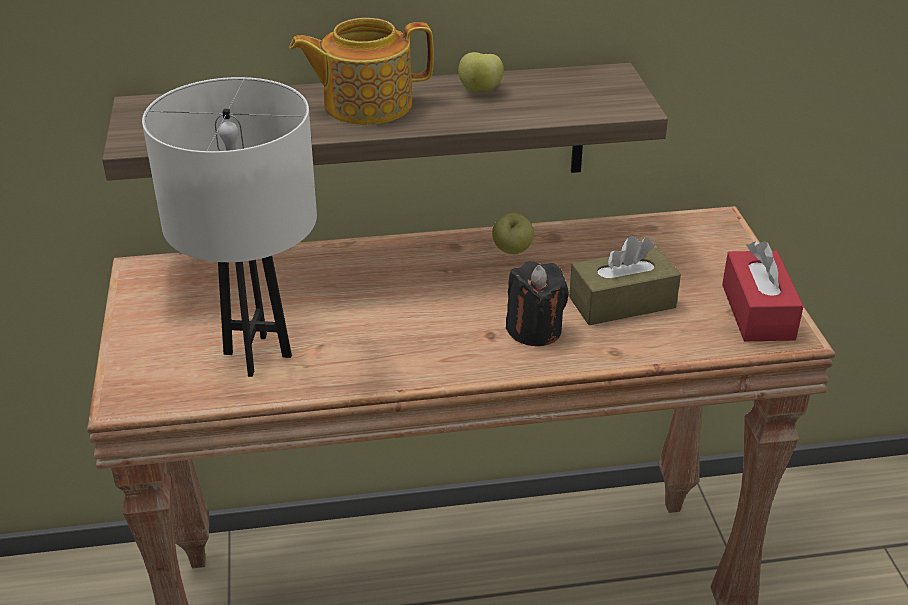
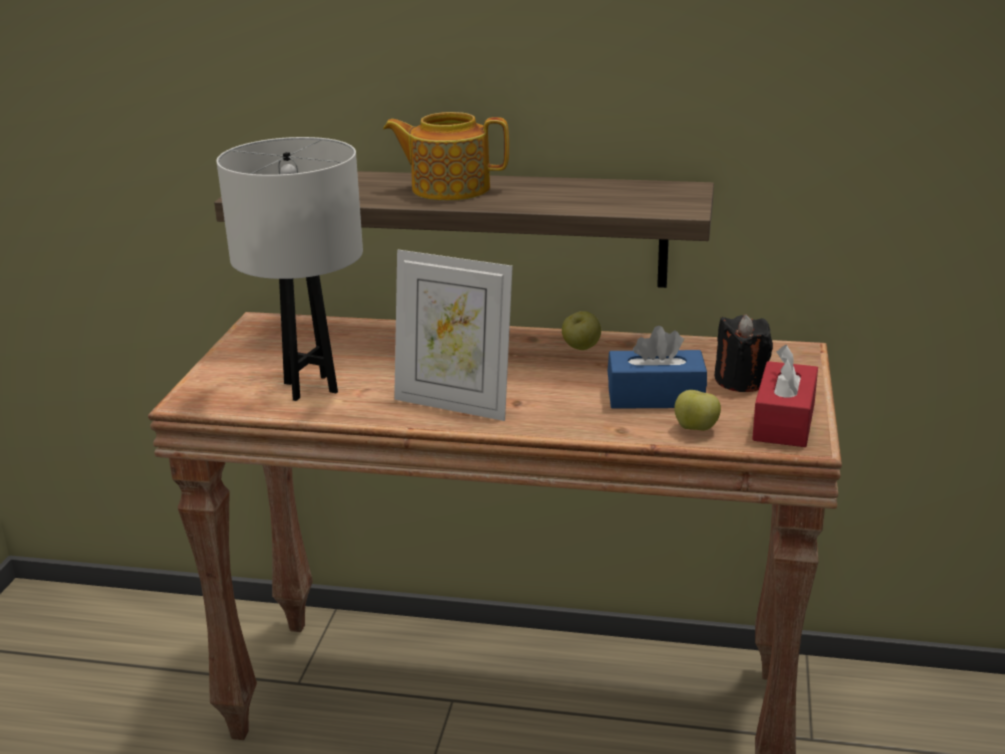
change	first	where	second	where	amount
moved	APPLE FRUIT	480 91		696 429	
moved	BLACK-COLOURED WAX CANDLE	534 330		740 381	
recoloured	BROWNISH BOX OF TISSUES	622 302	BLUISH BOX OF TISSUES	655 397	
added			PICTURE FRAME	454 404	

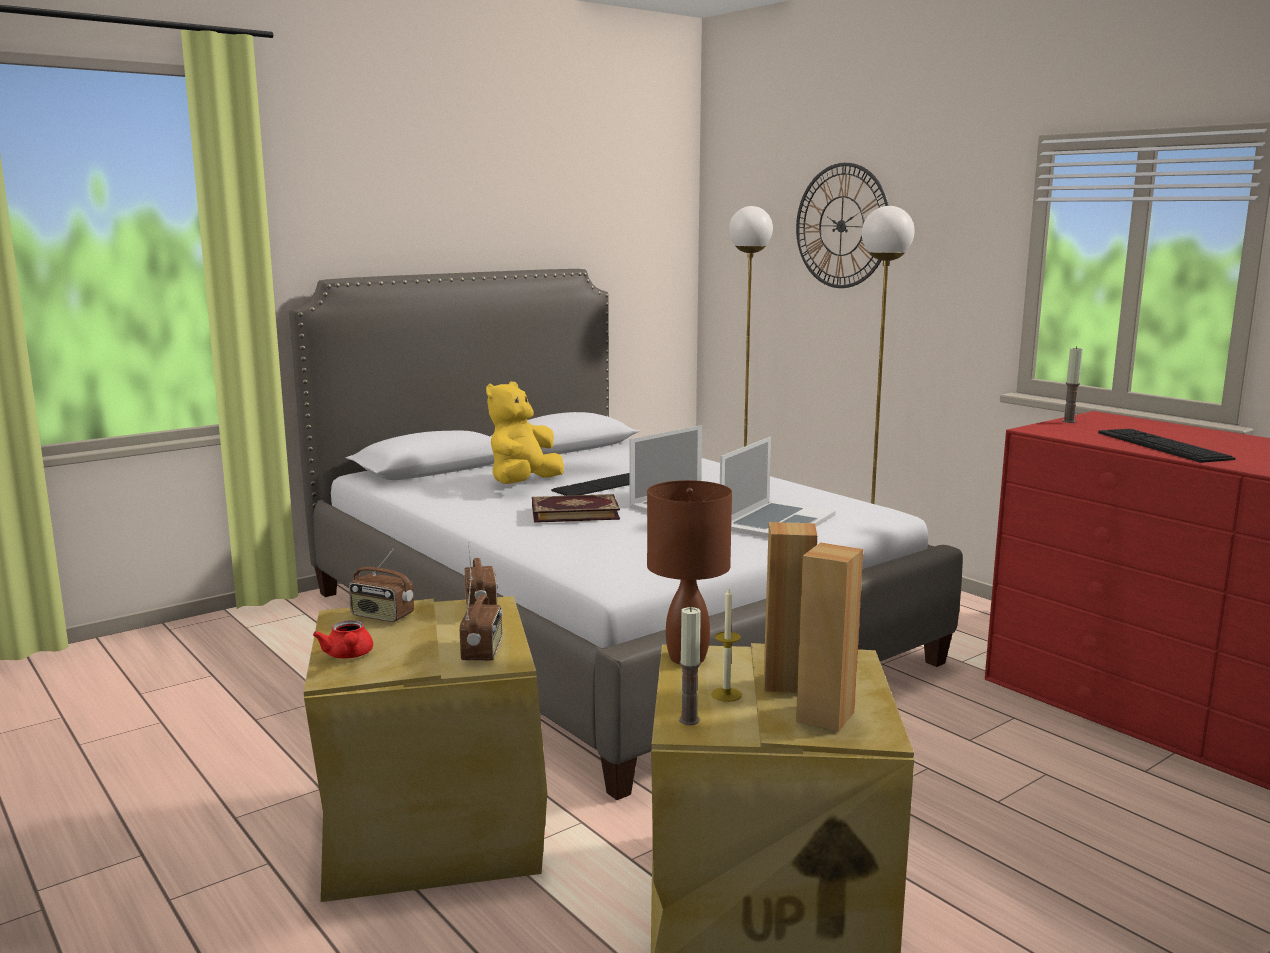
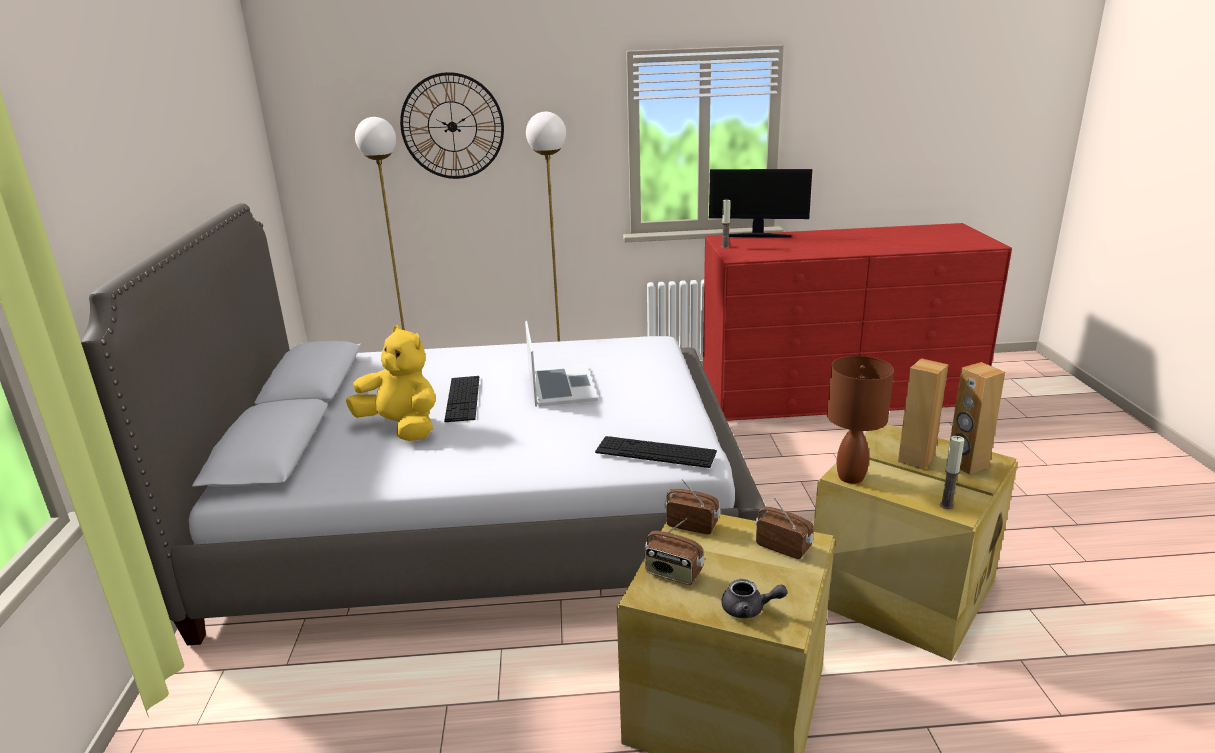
change	first	where	second	where	amount
recoloured	RED TEA POT	348 655	GRAY TEA POT	749 609	
turned	RADIO SET	382 616		673 574	60 degrees clockwise
turned	YELLOW-COLOURED CUDDLY TOY	523 484		402 428	150 degrees clockwise
removed	BOOK	574 512			
removed	WAX CANDLE	726 694			
removed	PORTABLE COMPUTER	776 521			
moved	PC KEYBOARD	1162 445		655 452	
added			COMPUTER SCREEN	757 236	

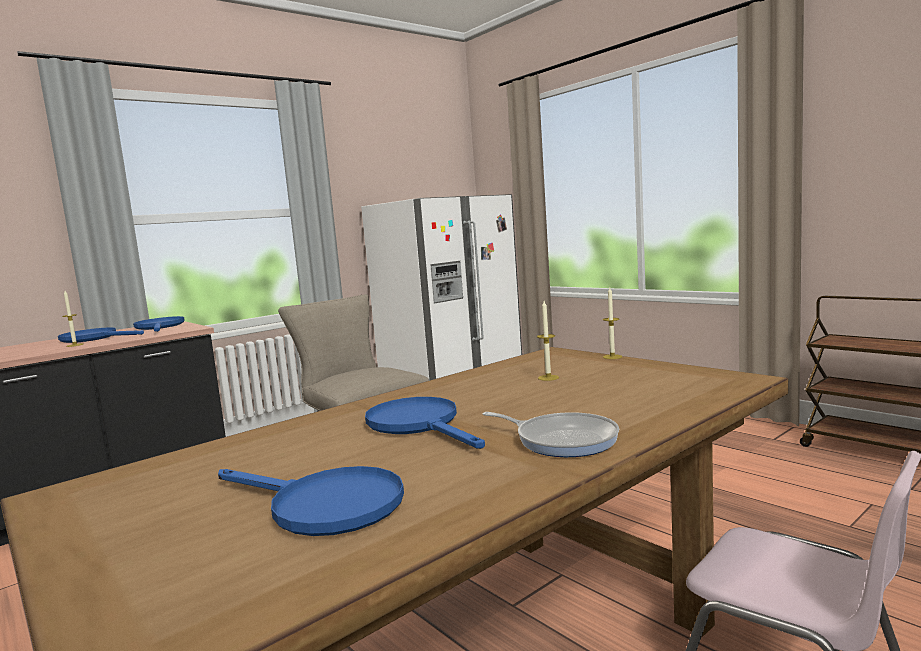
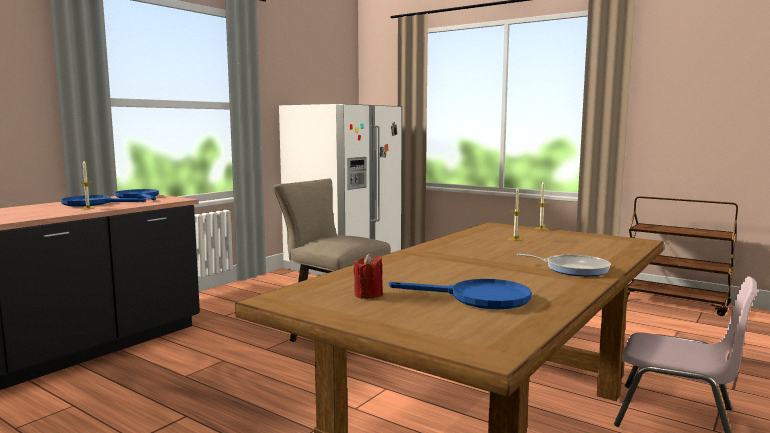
change	first	where	second	where	amount
removed	BLUISH PAN	419 425			
added			RED WAX CANDLE	368 295	

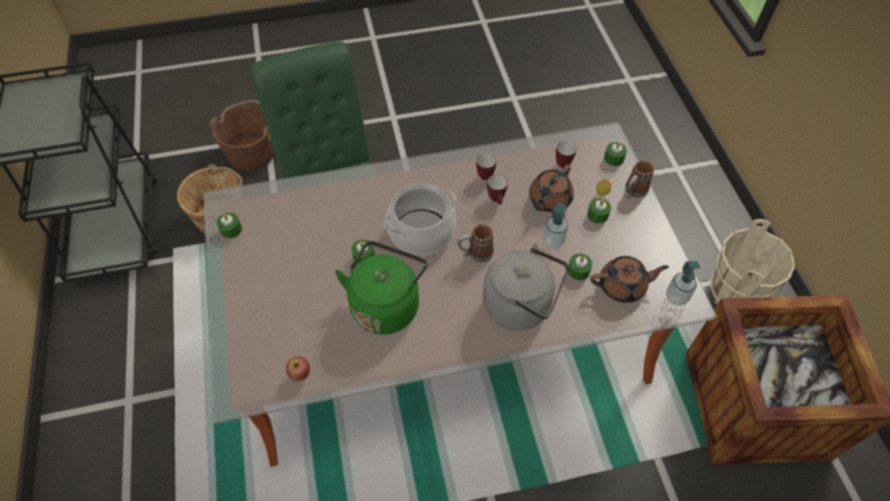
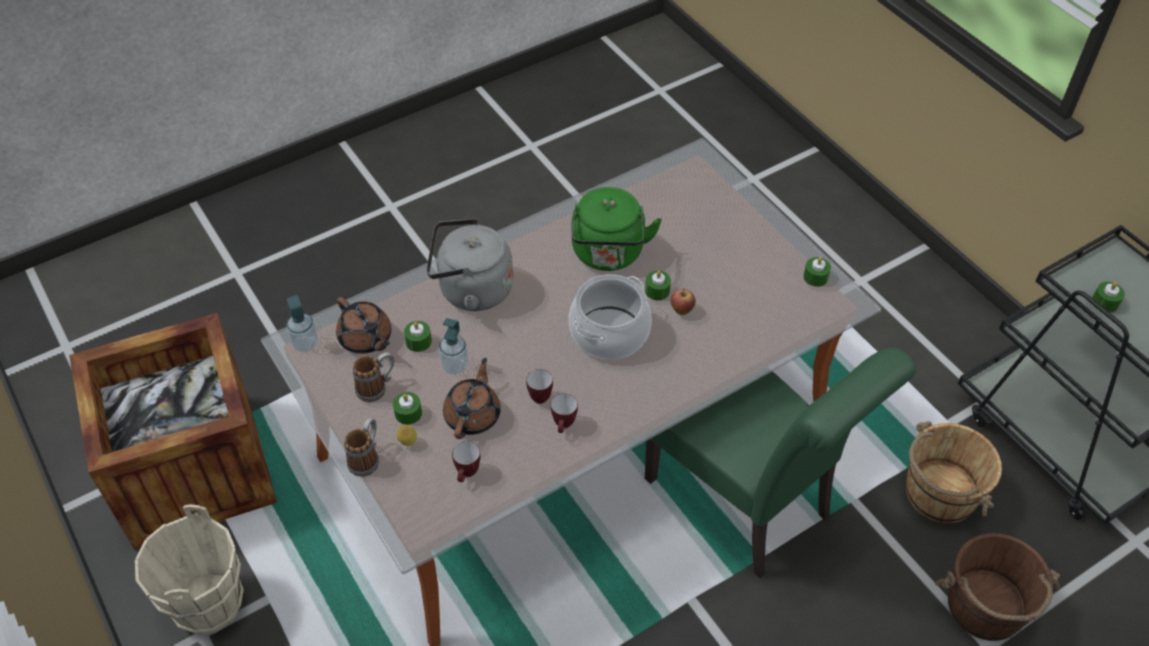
change	first	where	second	where	amount
moved	APPLE FRUIT	300 375		681 310	
moved	MUG	475 253		377 387	
turned	BROWNISH TEA POT	623 286		366 339	105 degrees counterclockwise
moved	GREENISH WAX CANDLE	614 158		1105 302	

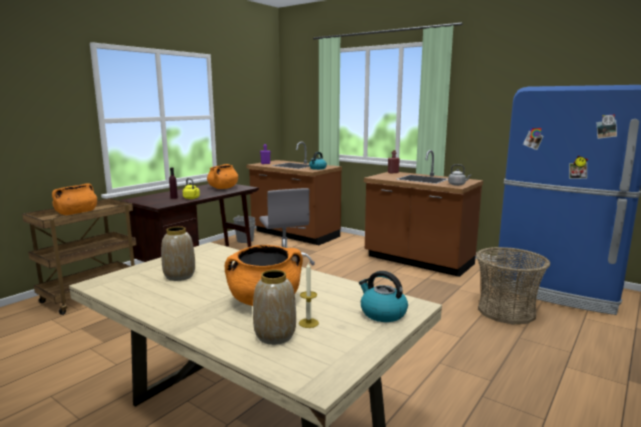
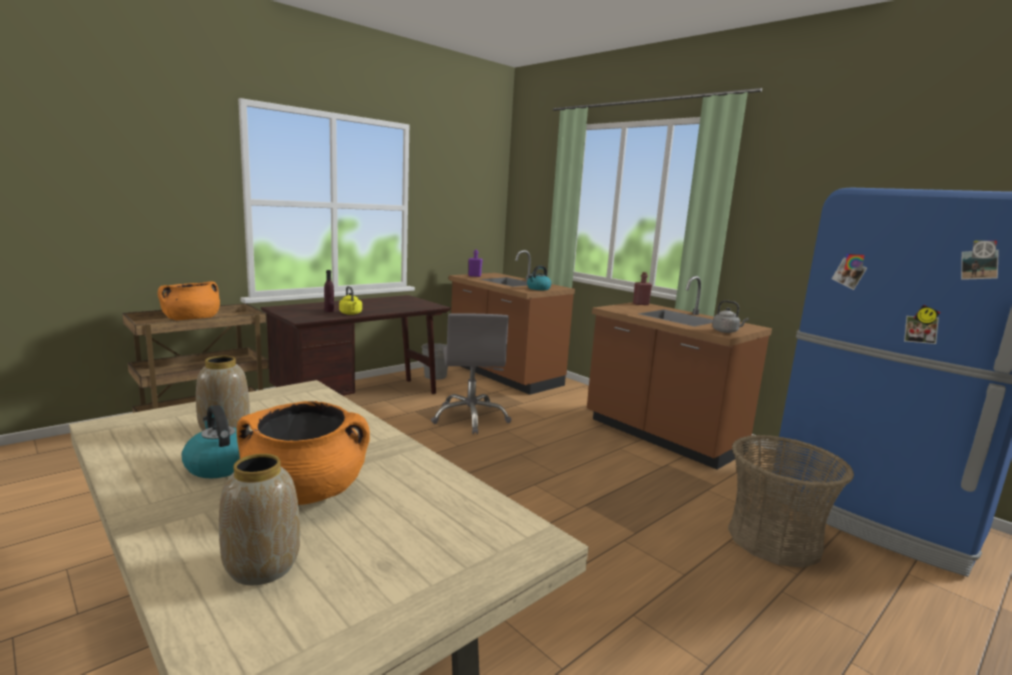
change	first	where	second	where	amount
removed	ORANGE-COLOURED COOKING POT	223 188			
removed	WAX CANDLE	308 323			
moved	KETTLE	382 313		219 465	

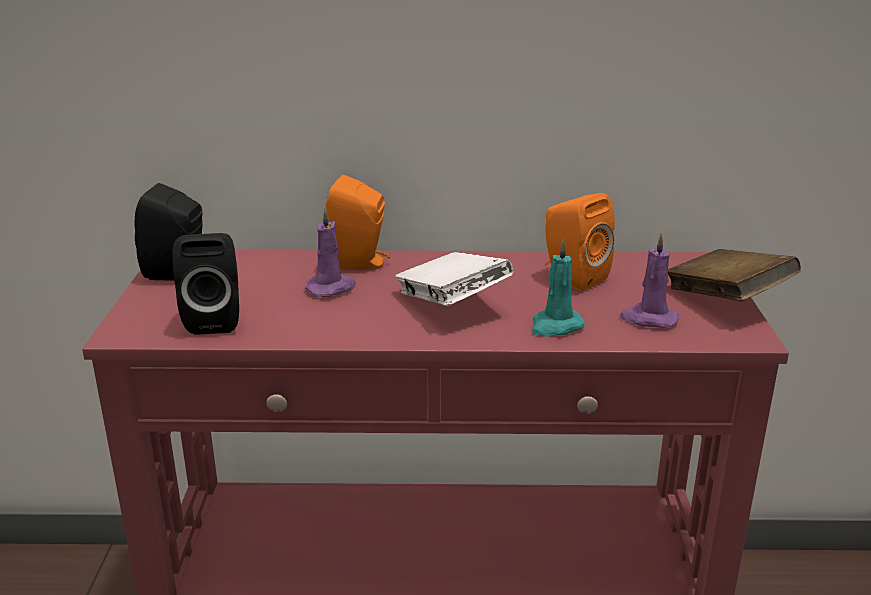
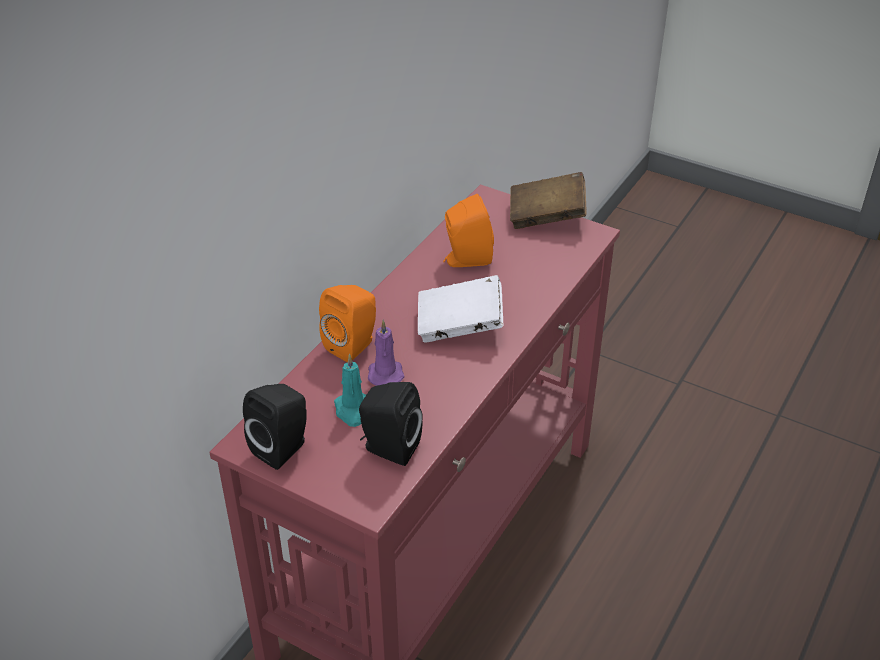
change	first	where	second	where	amount
moved	TURQUOISE-COLOURED WAX CANDLE	555 326		353 410	
removed	PURPLE-COLOURED WAX CANDLE	648 319			

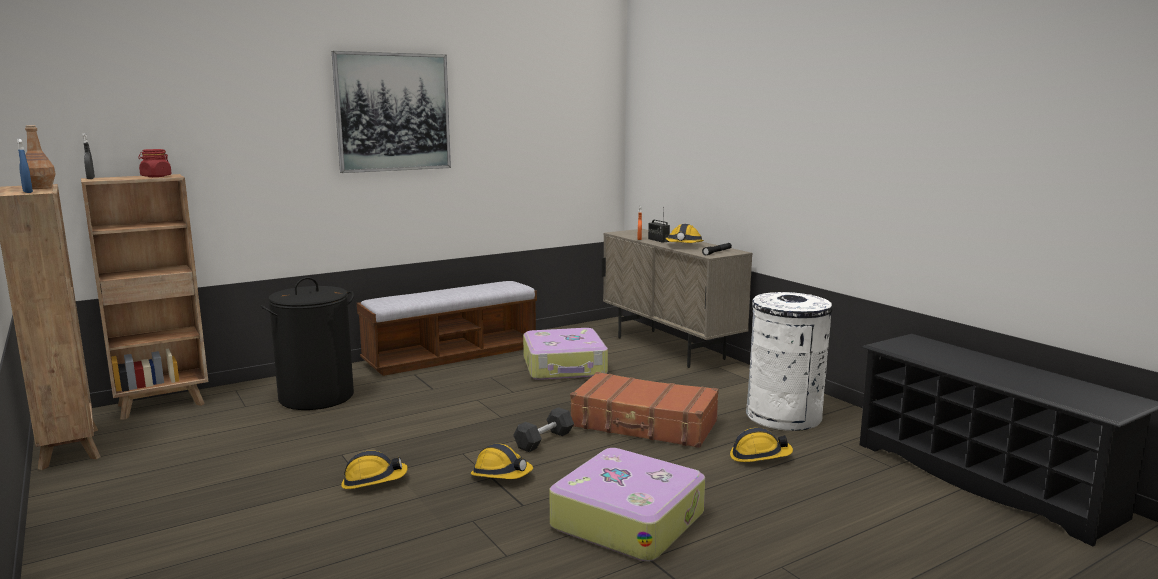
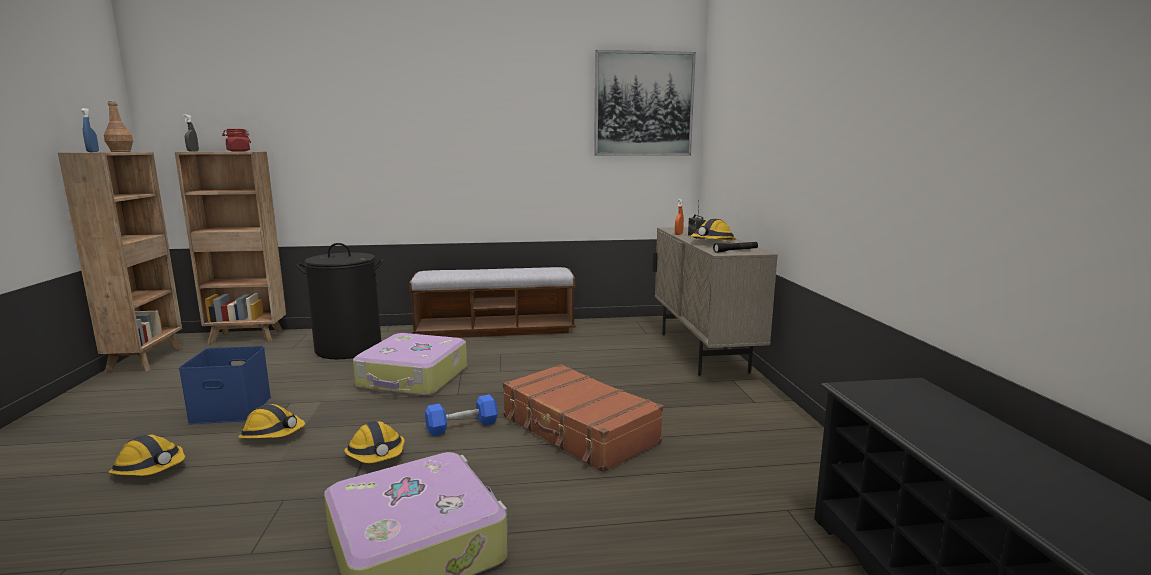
change	first	where	second	where	amount
moved	WALL ART	393 112		643 104	
recoloured	BLACK-COLOURED HAND WEIGHT	544 440	BLUISH HAND WEIGHT	462 426	
moved	SUITCASE	565 367		413 378	
moved	WORK HELMET	759 456		150 469	
removed	WHITE TRASH CAN	784 416			
added			BLUISH STORAGE CONTAINER	233 409	

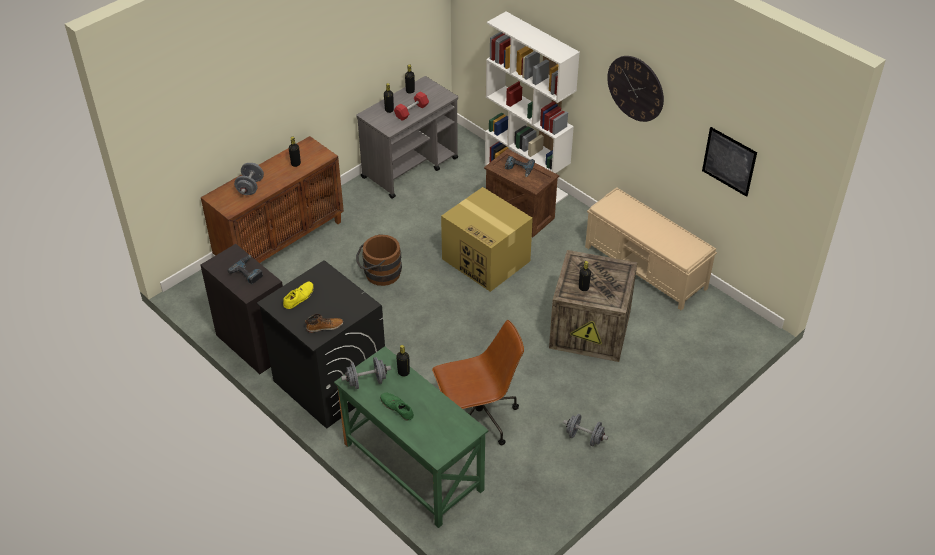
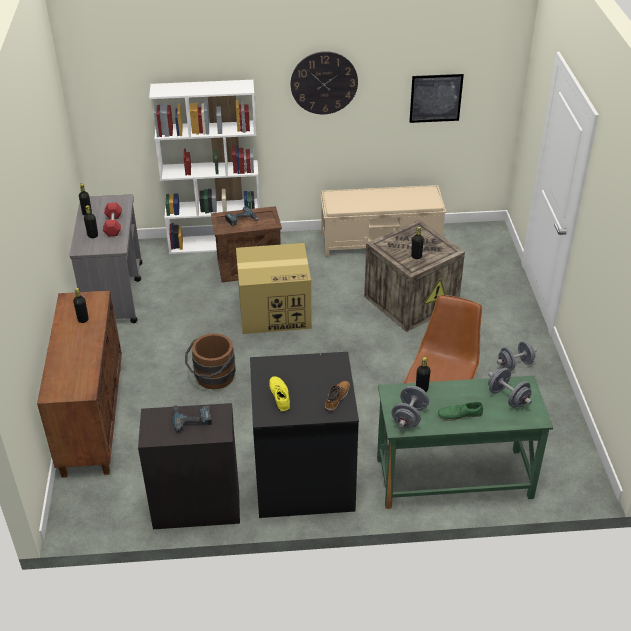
change	first	where	second	where	amount
moved	GRAY HAND WEIGHT	250 187		507 398	

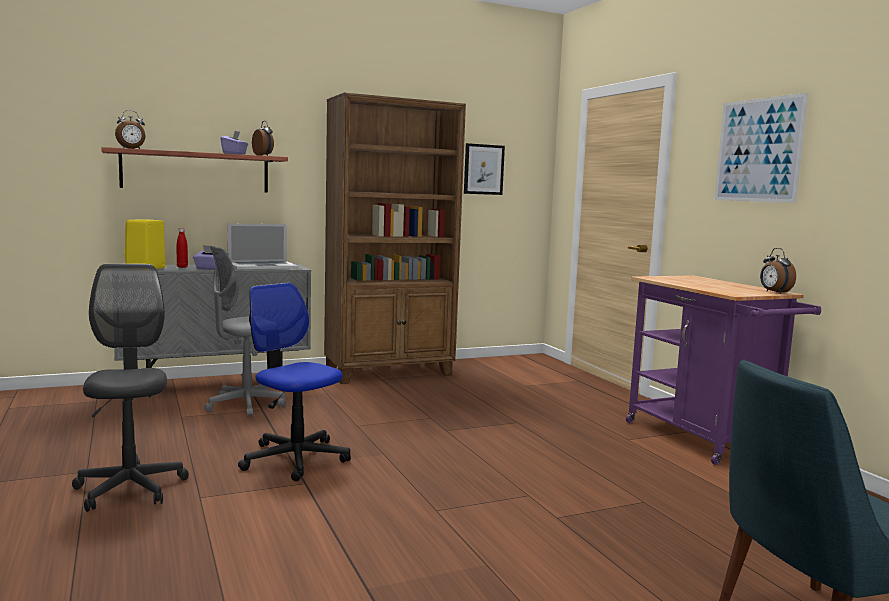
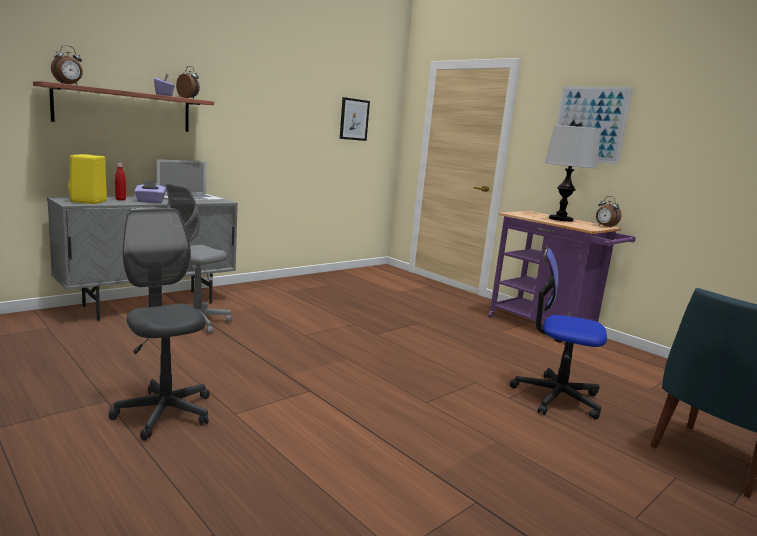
change	first	where	second	where	amount
moved	COMPUTER CHAIR	295 459		556 397	
removed	BROWNISH BOOKCASE	390 372			
added			LAMP FOR A TABLE	561 219	

